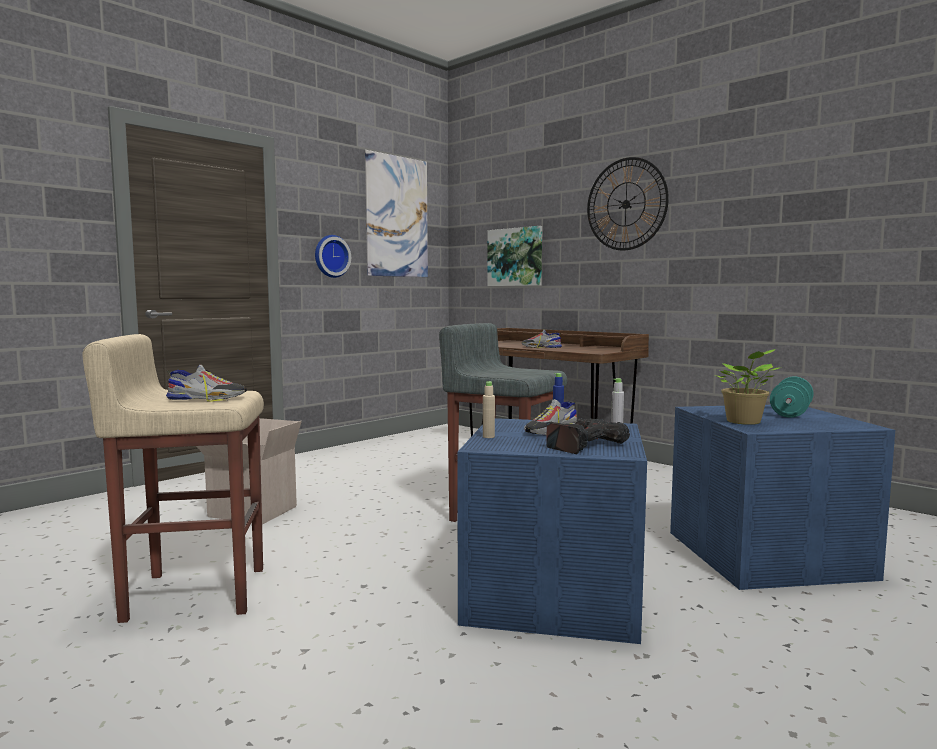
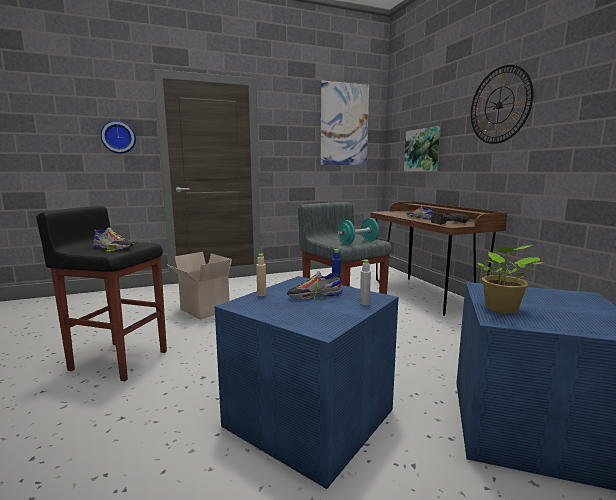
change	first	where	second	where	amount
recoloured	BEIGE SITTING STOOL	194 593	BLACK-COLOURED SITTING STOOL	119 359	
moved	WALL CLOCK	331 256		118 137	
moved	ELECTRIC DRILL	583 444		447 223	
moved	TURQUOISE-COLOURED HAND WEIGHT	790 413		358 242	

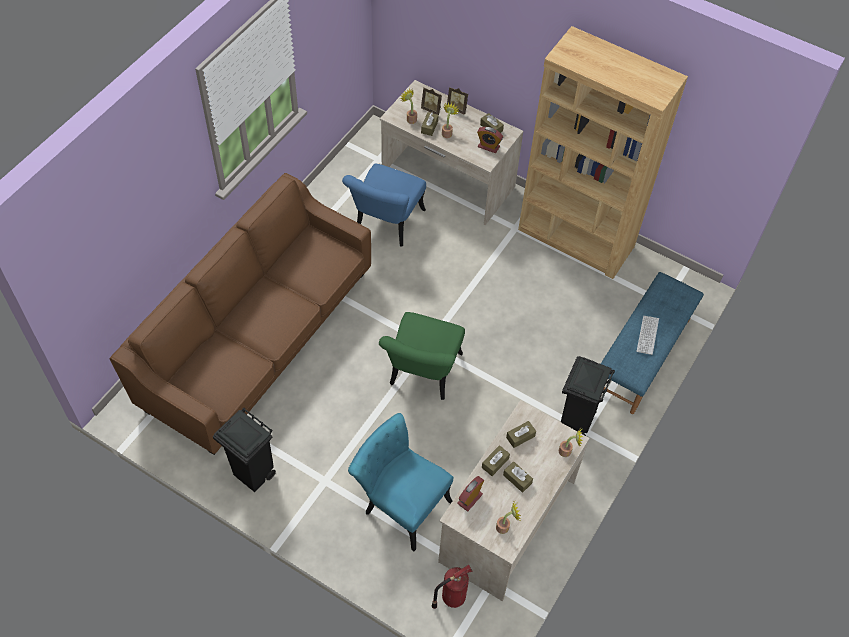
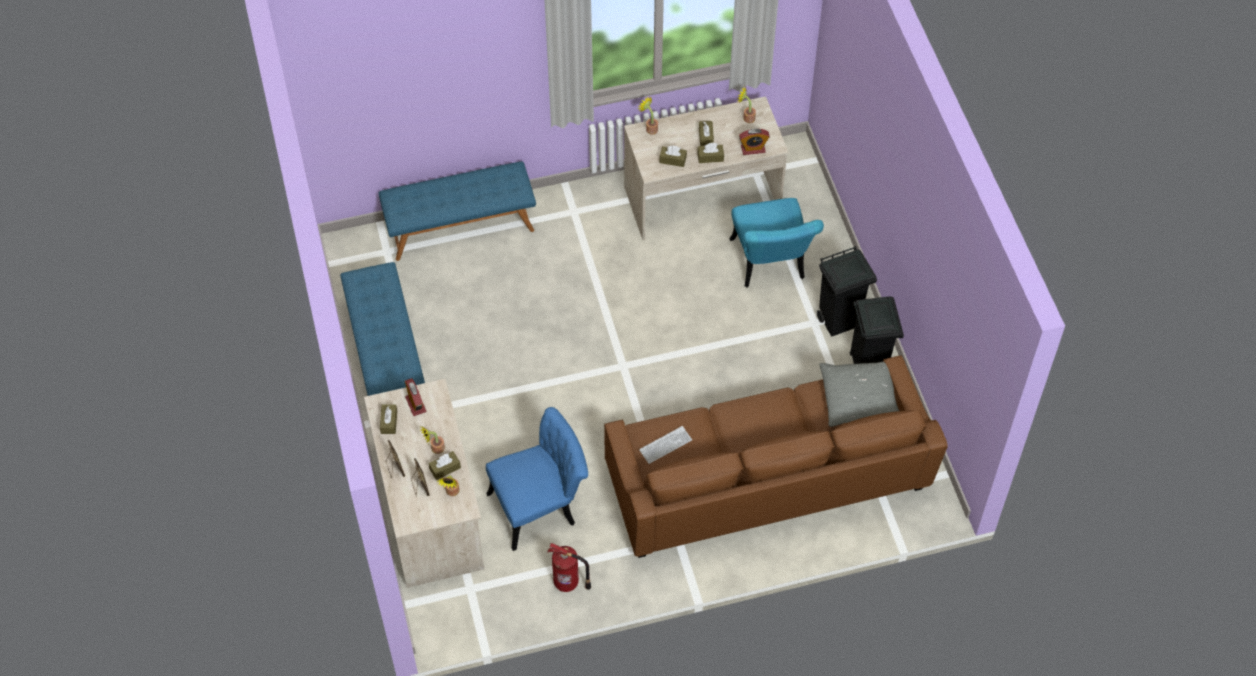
change	first	where	second	where	amount
removed	GREENISH UPRIGHT CHAIR	422 376			
moved	FIRE EXTINGUISHER	451 597		568 583	
replaced	BROWNISH BOOKCASE	576 239	BLUISH BENCH	386 358	
moved	BLACK-COLOURED TRASH CAN	576 422		839 321	
moved	PC KEYBOARD	647 335		665 445	
added			GRAY THROW PILLOW	859 399	

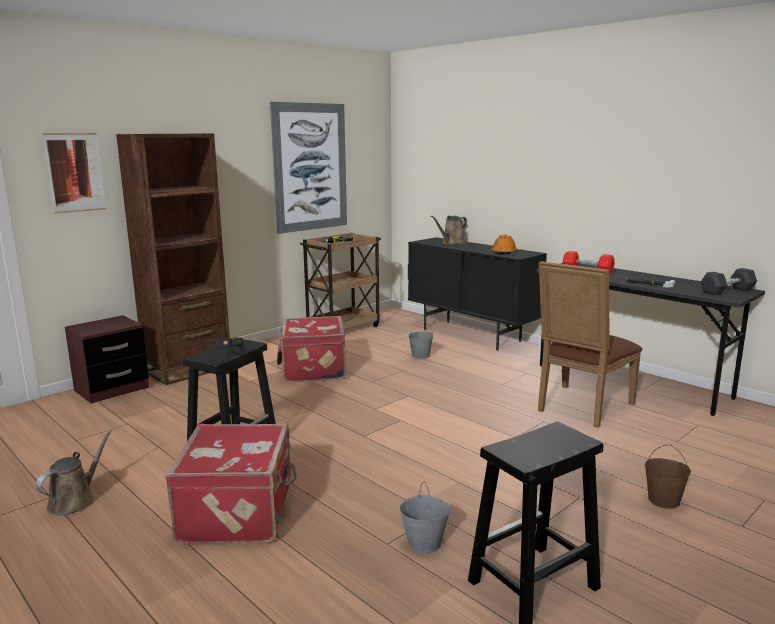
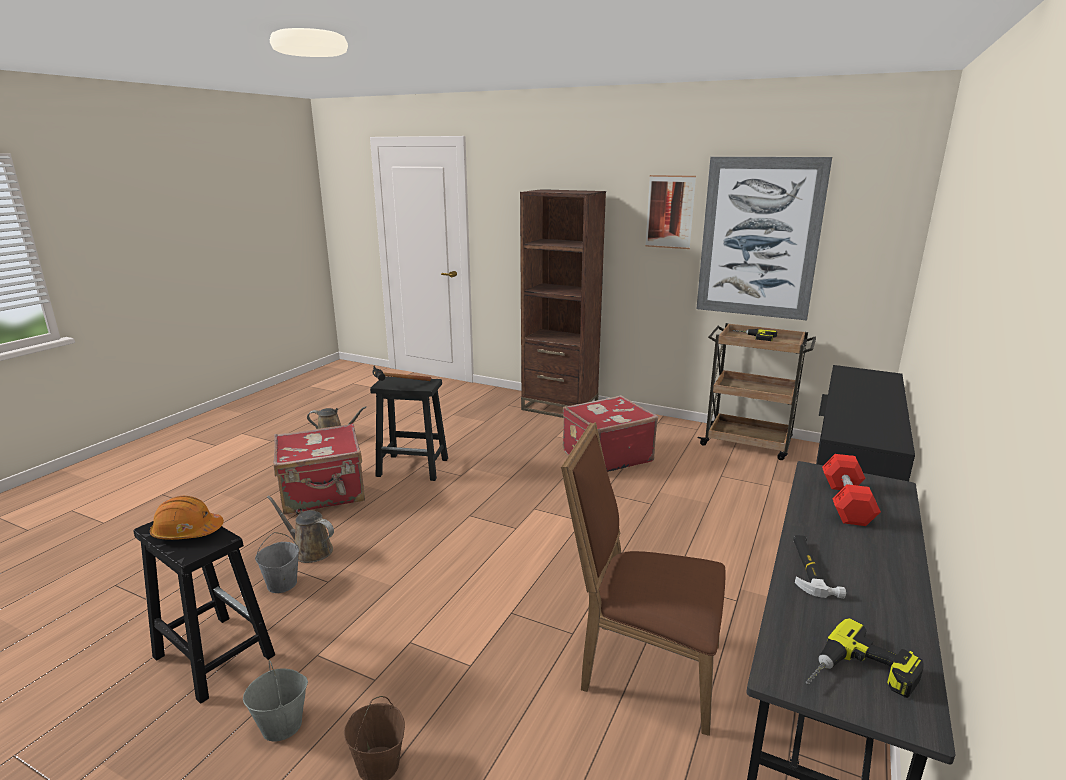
change	first	where	second	where	amount
moved	WALL ART	75 172		670 212	
removed	BROWNISH NIGHTSTAND	112 389			
moved	GRAY PAIL	420 355		282 725	
moved	BROWNISH SPRINKLING CAN	452 243		309 550	
moved	ORANGE-COLOURED WORK HELMET	504 252		187 532	
replaced	GRAY HAND WEIGHT	727 291	ELECTRIC DRILL	860 677	

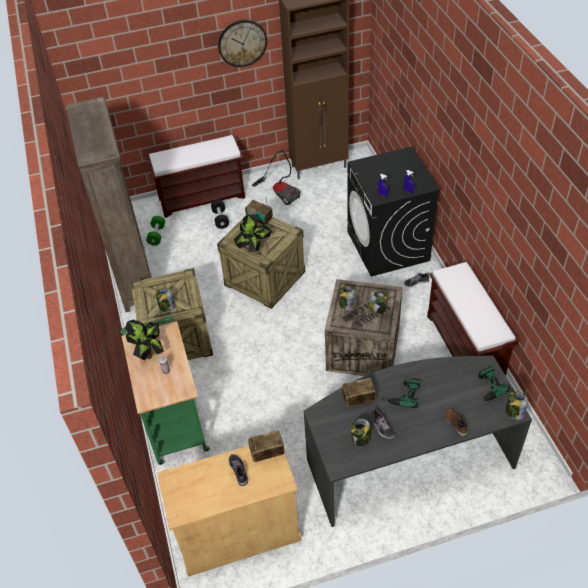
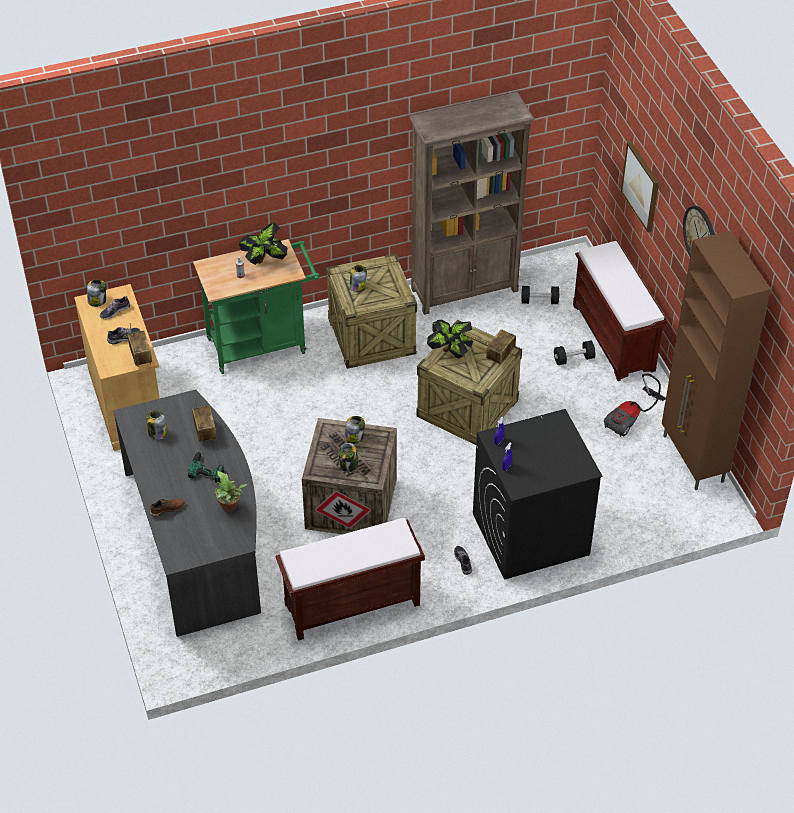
change	first	where	second	where	amount
recoloured	GREENISH HAND WEIGHT	157 235	BLACK-COLOURED HAND WEIGHT	539 301	
moved	LOW SHOE	381 427		115 311	
removed	ELECTRIC DRILL	486 388			
moved	PRESERVE JAR	514 412		97 300	
added			PLANT IN A POT	230 507	
added			WALL ART	641 186	

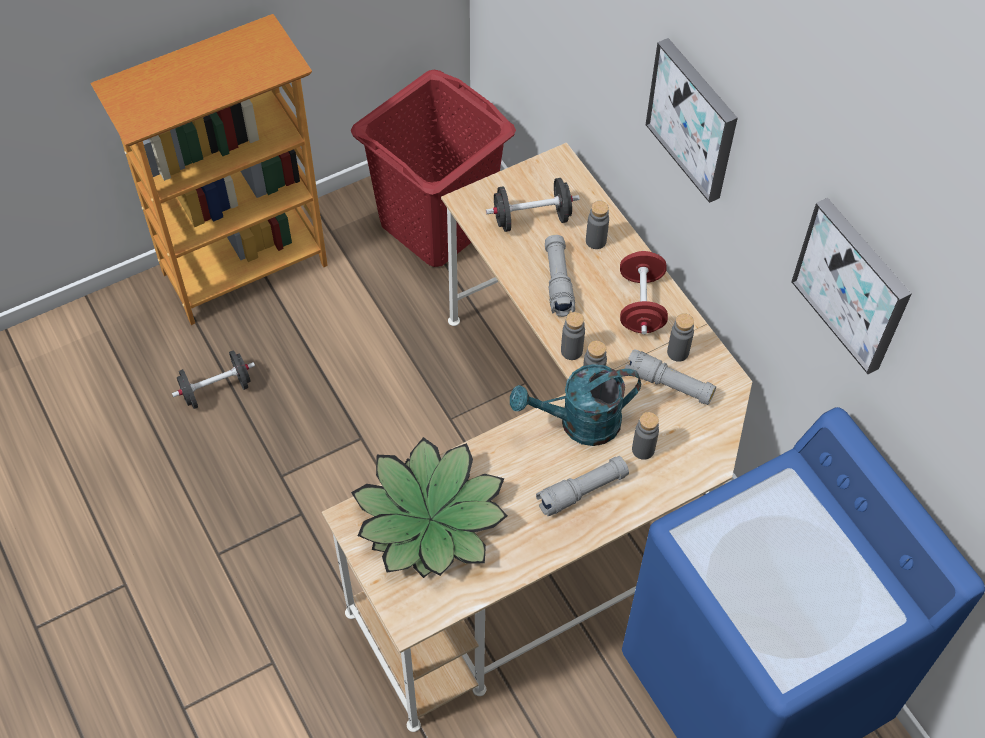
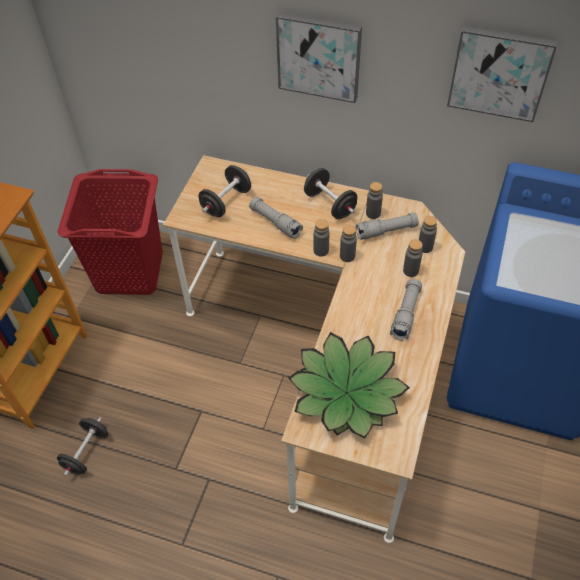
change	first	where	second	where	amount
removed	TURQUOISE-COLOURED SPRINKLING CAN	579 424			
moved	GRAY BOTTLE	596 241		425 247	
recoloured	RED HAND WEIGHT	641 305	BLACK-COLOURED HAND WEIGHT	330 204	

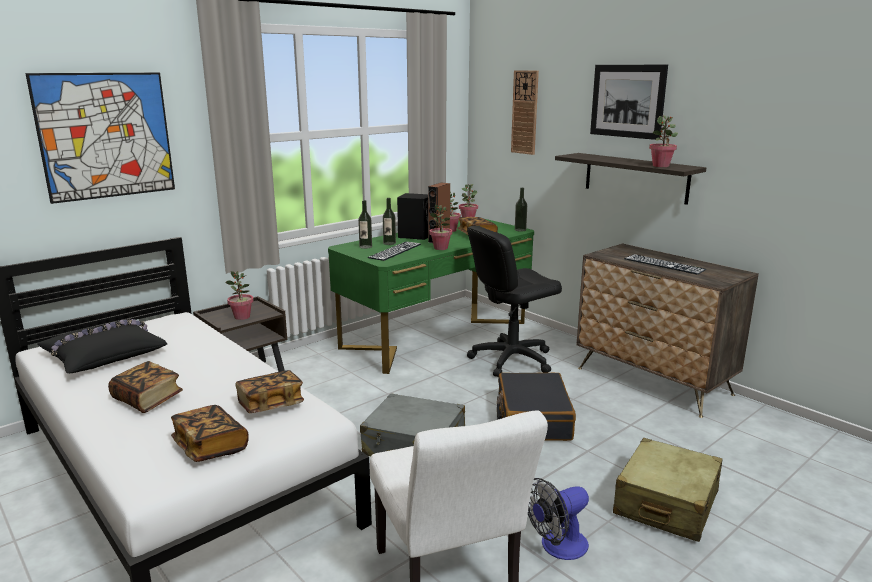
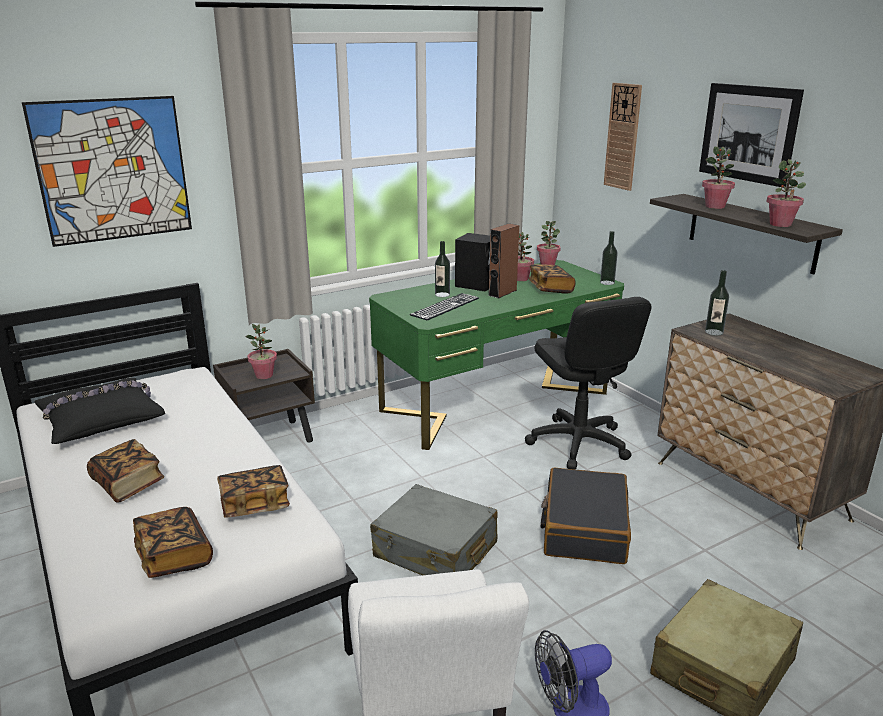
change	first	where	second	where	amount
moved	BOTTLE	365 247		714 332	
moved	PLANT IN A POT	440 248		715 206	
turned	BLACK-COLOURED COMPUTER CHAIR	511 359		578 443	90 degrees counterclockwise
removed	PC KEYBOARD	664 264			

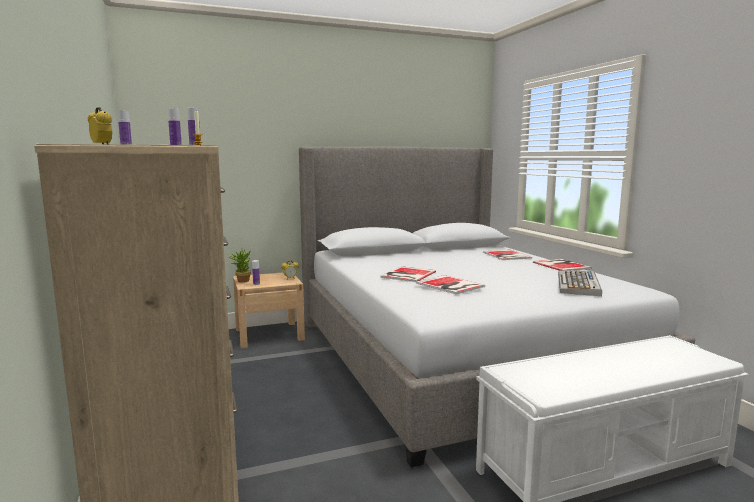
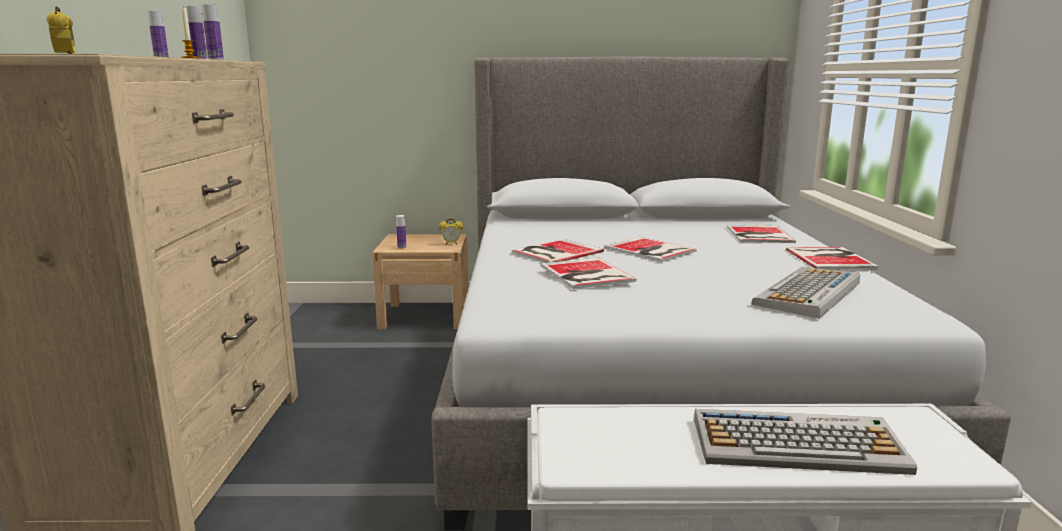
change	first	where	second	where	amount
removed	PLANT IN A POT	241 281			
added			BOOK	650 250	
added			PC KEYBOARD	798 444	

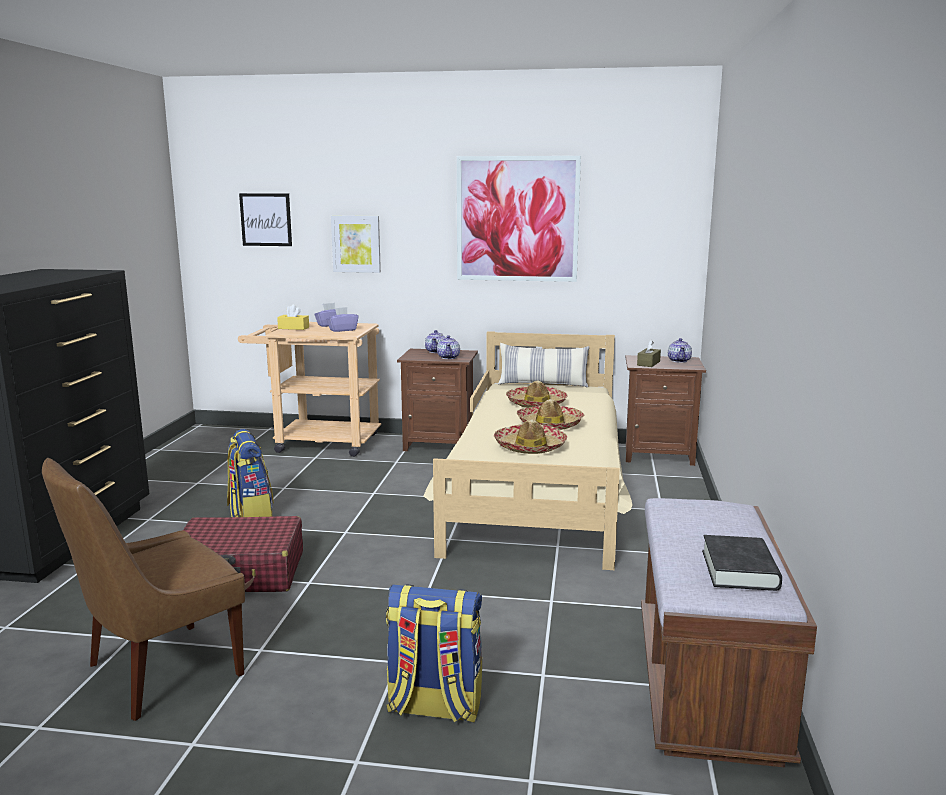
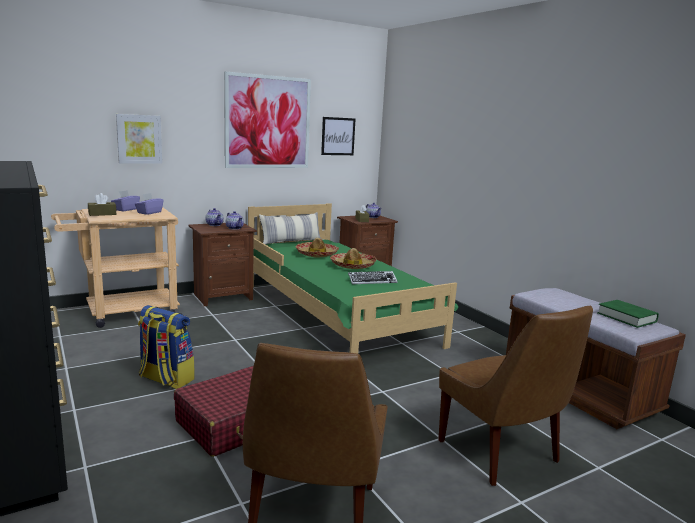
change	first	where	second	where	amount
moved	WALL ART	266 219		338 136	
recoloured	YELLOW-COLOURED BOX OF TISSUES	293 328	BROWNISH BOX OF TISSUES	102 214	
replaced	BACKPACK	434 707	BROWNISH UPRIGHT CHAIR	501 453	
recoloured	BEIGE BEDROOM BED	539 491	GREENISH BEDROOM BED	338 314	
replaced	CLOTHING HAT	530 447	PC KEYBOARD	372 281	
recoloured	BLACK-COLOURED BOOK	739 570	GREENISH BOOK	626 317	

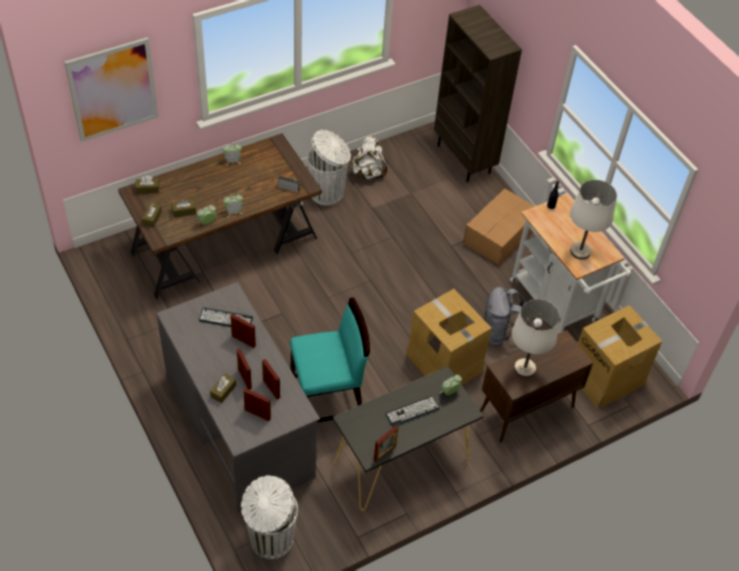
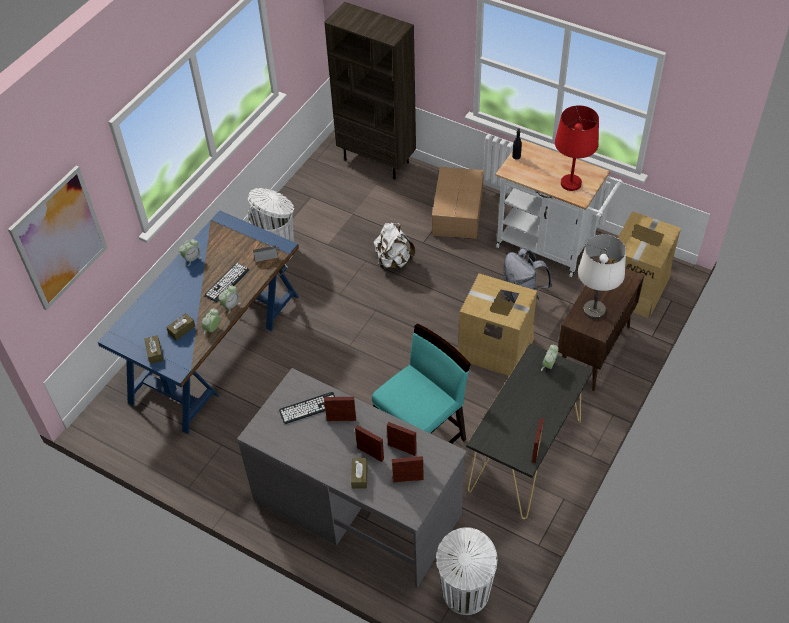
change	first	where	second	where	amount
recoloured	BROWNISH DESK UNIT	224 244	BLUISH DESK UNIT	215 347	
removed	BROWNISH BOX OF TISSUES	147 189			
moved	WHITE BACKPACK	368 173		393 261	
moved	PC KEYBOARD	412 412		227 282	
recoloured	WHITE LAMP FOR A TABLE	580 252	RED LAMP FOR A TABLE	571 183	

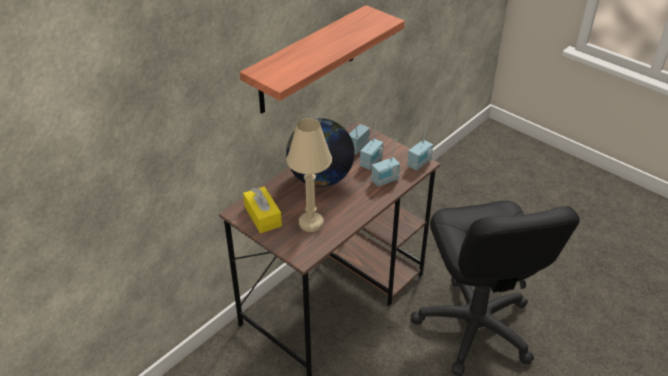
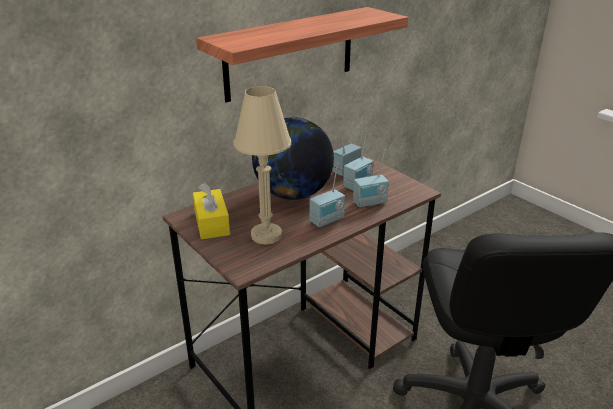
change	first	where	second	where	amount
moved	RADIO SET	420 164		327 220	

